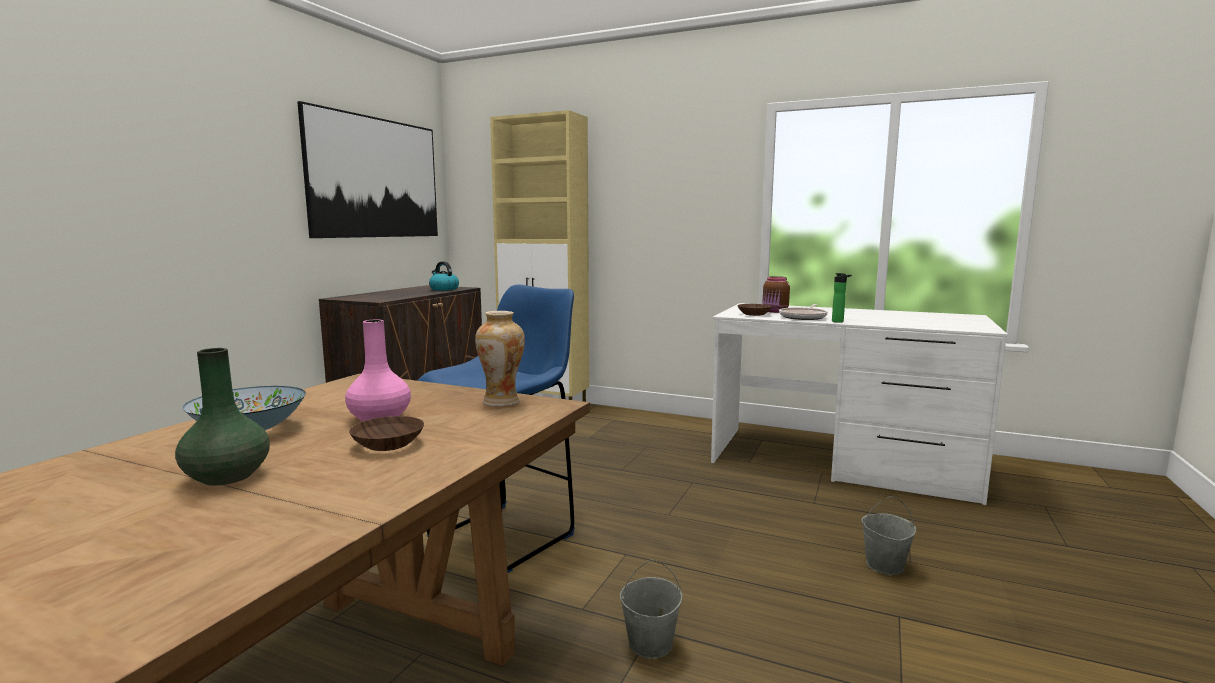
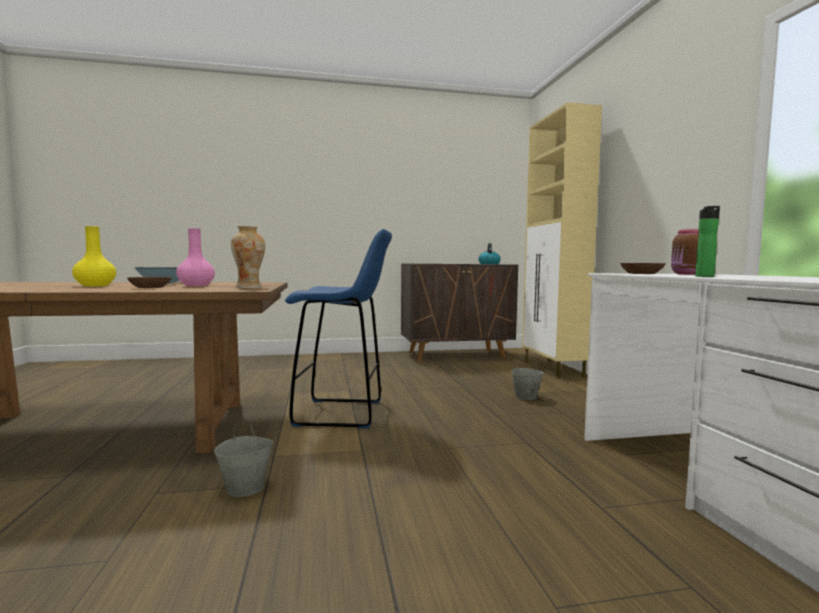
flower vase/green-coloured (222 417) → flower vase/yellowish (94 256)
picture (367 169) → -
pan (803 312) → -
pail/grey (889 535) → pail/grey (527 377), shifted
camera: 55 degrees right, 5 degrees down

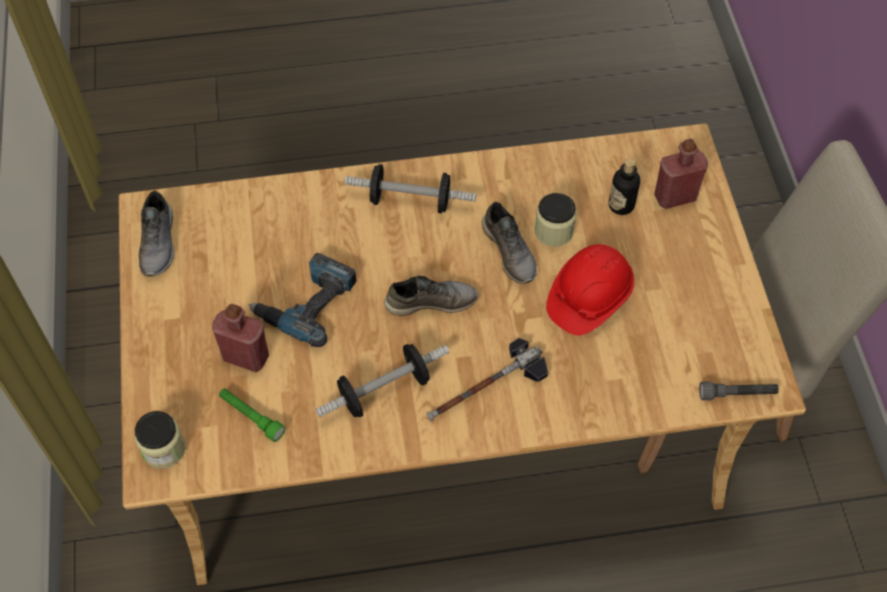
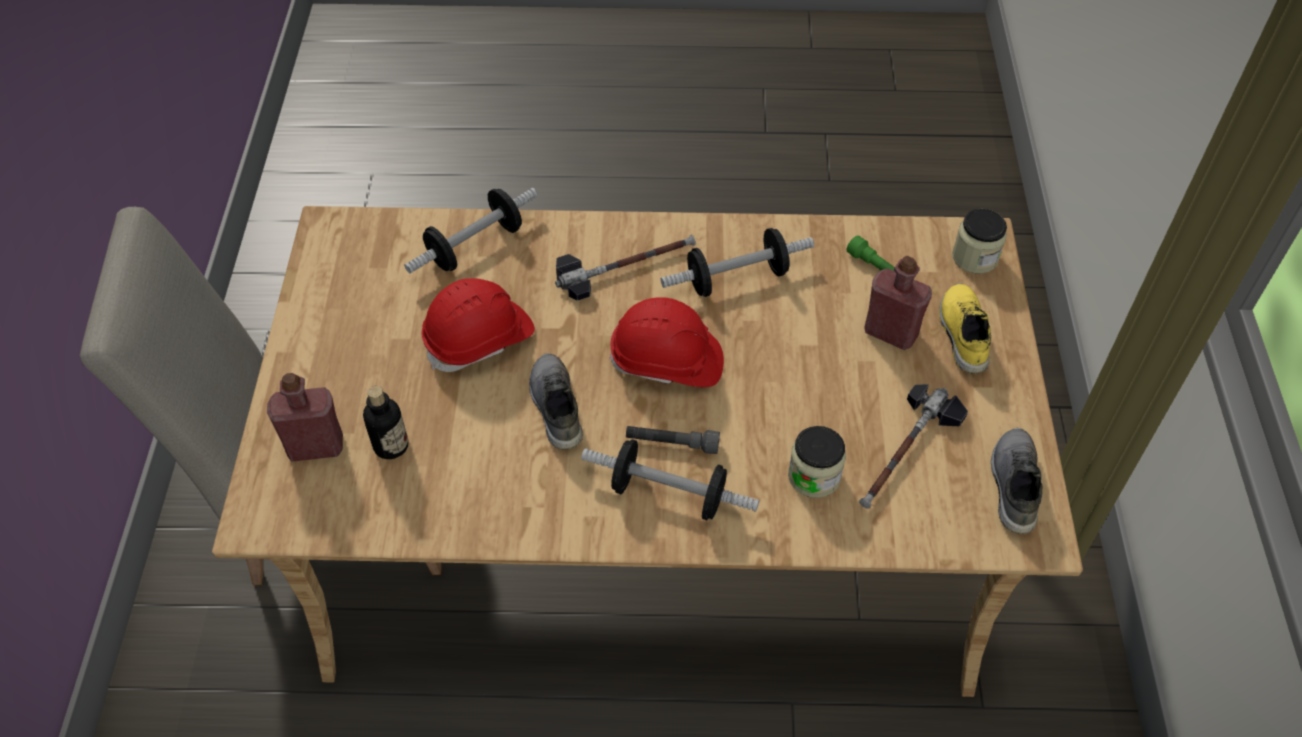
electric drill (302 299) → -
item of footwear/grey (431 296) → safety helmet/red-coloured (666 342)
jar (555 220) → jar (817 462), shifted
hand torch/grey (739 390) → hand torch/grey (673 440), shifted
- → dumbbell (471 231)
- → hammer (913 446)
- → item of footwear/yellowish (965 328)
camera: 170 degrees left, 5 degrees down

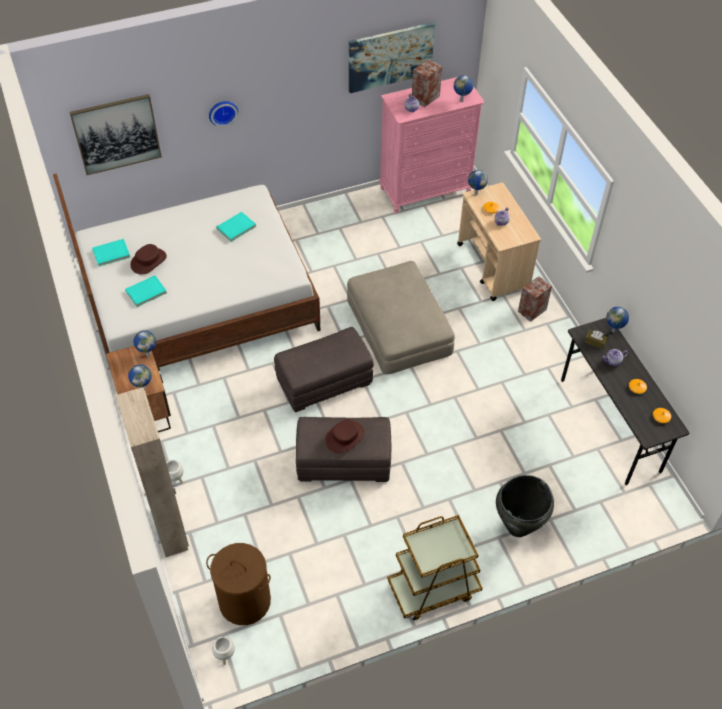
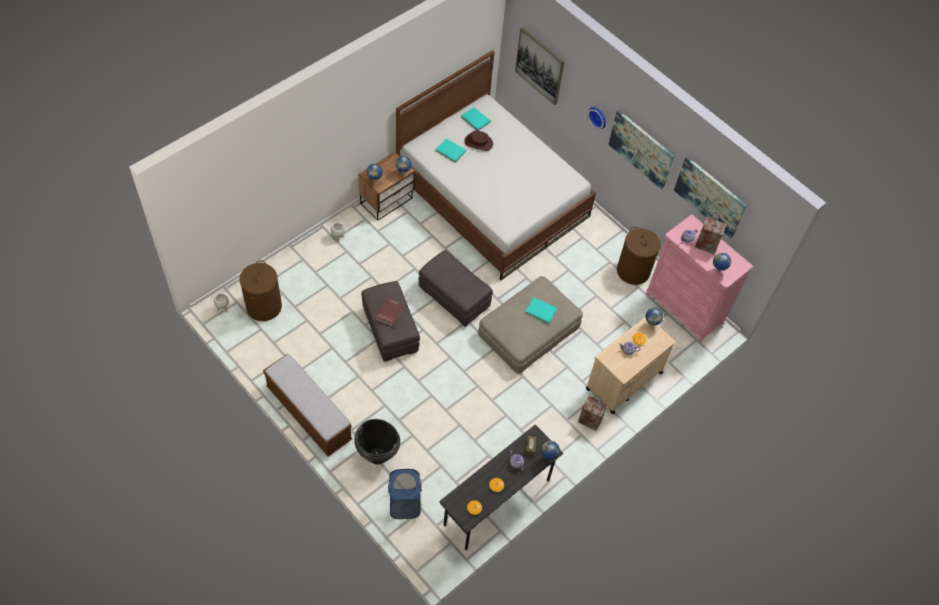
clothes cupboard/beige (152 472) → -
volume/turquoise (236 227) → volume/turquoise (541 310), shifted
wearable hat/brownish (345 436) → volume/red-coloured (390 312)
cart/brownish (434 567) → bench (307 405)
- → washing basket/blue (405 494)
- → picture (641 150)
- → washing basket/brownish (639 256)
camera: 65 degrees right, 5 degrees up

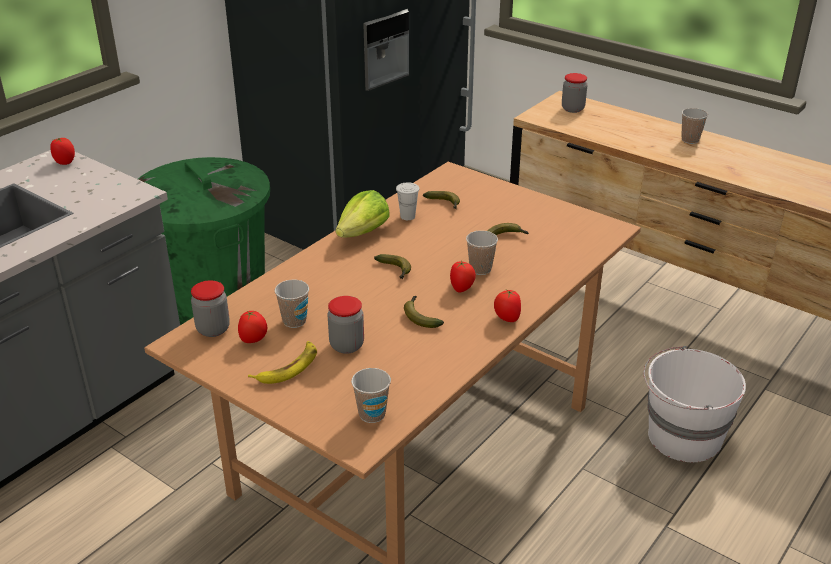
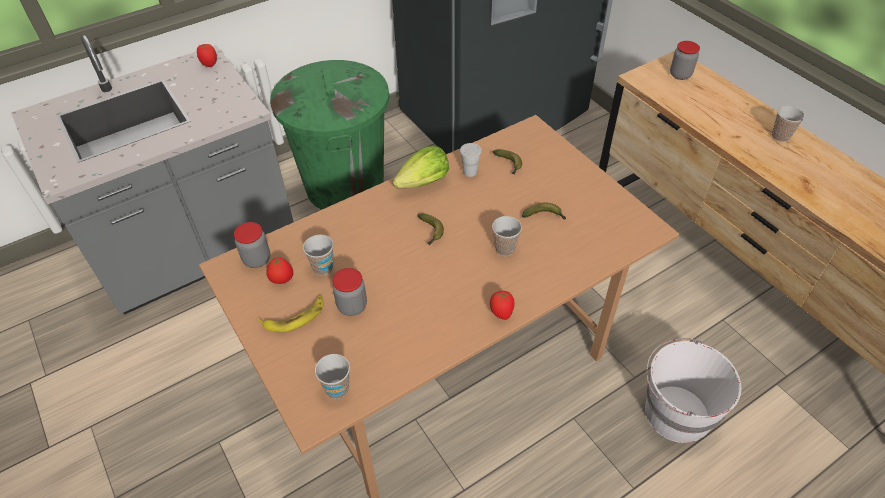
banana (424 312) → -
fresh tomato (463 277) → -
camera: 20 degrees right, 15 degrees up

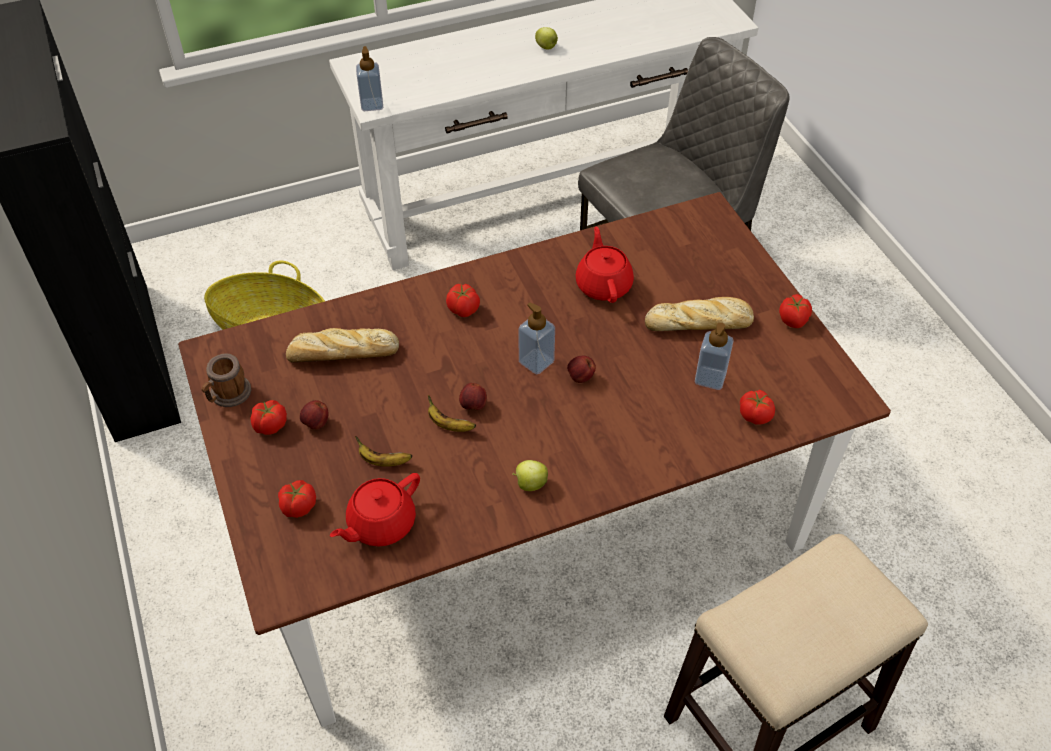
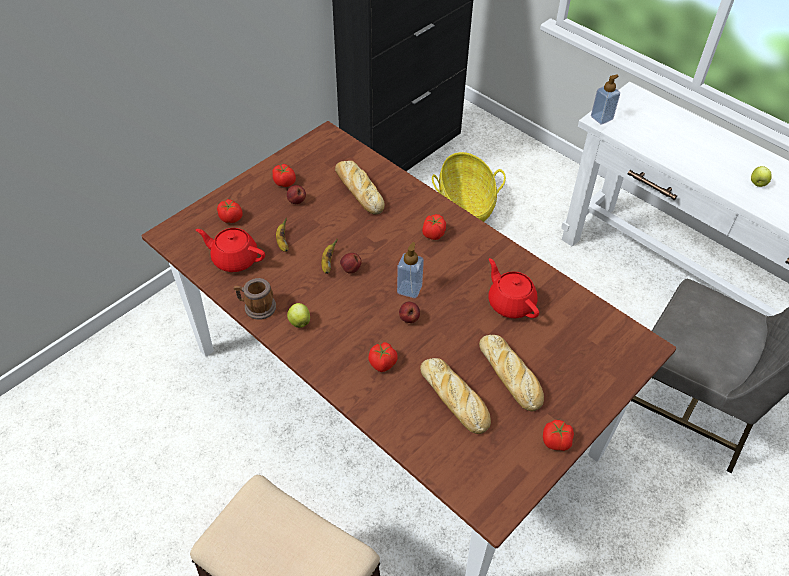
tea mug (226 380) → tea mug (255 299), shifted
teapot/red-coloured (605 265) → teapot/red-coloured (513 288), 90 degrees counterclockwise
soap dispenser (714 356) → bread (455 396)
fresh tomato (757 407) → fresh tomato (383 357), shifted
camera: 65 degrees right, 0 degrees up

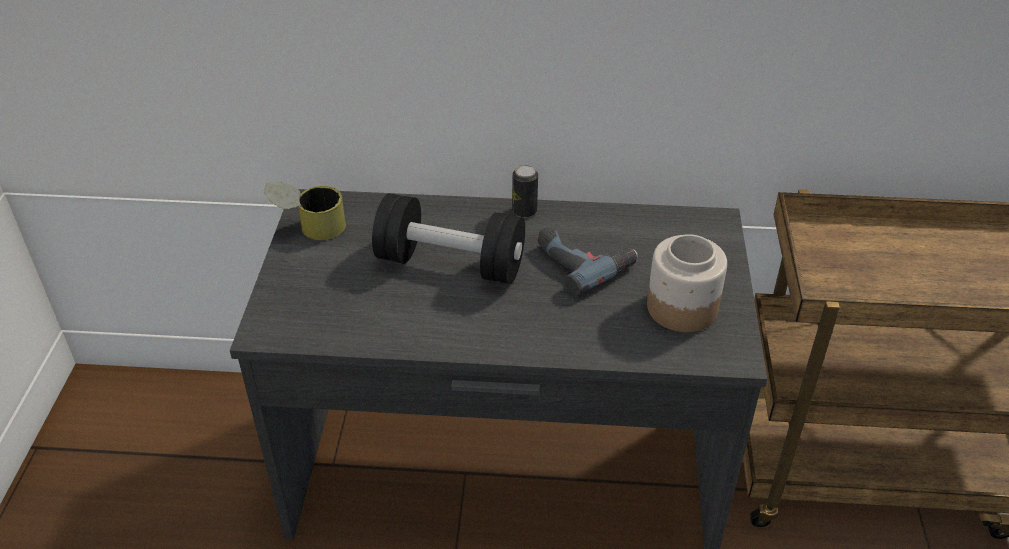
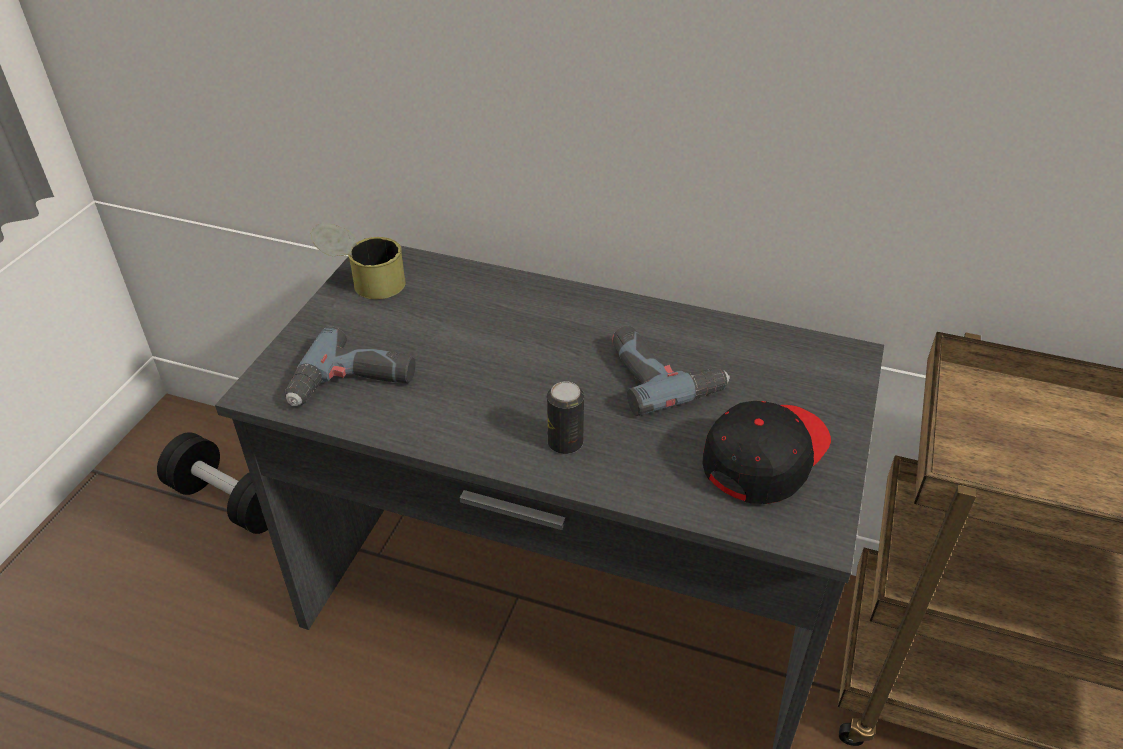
dumbbell/black-coloured (448 238) → dumbbell/black-coloured (212 483), shifted
metal can (525 191) → metal can (565 417), shifted
jar (687 283) → cap/black-coloured (766 452)
- → electric drill (350 366)
camera: 15 degrees right, 0 degrees up

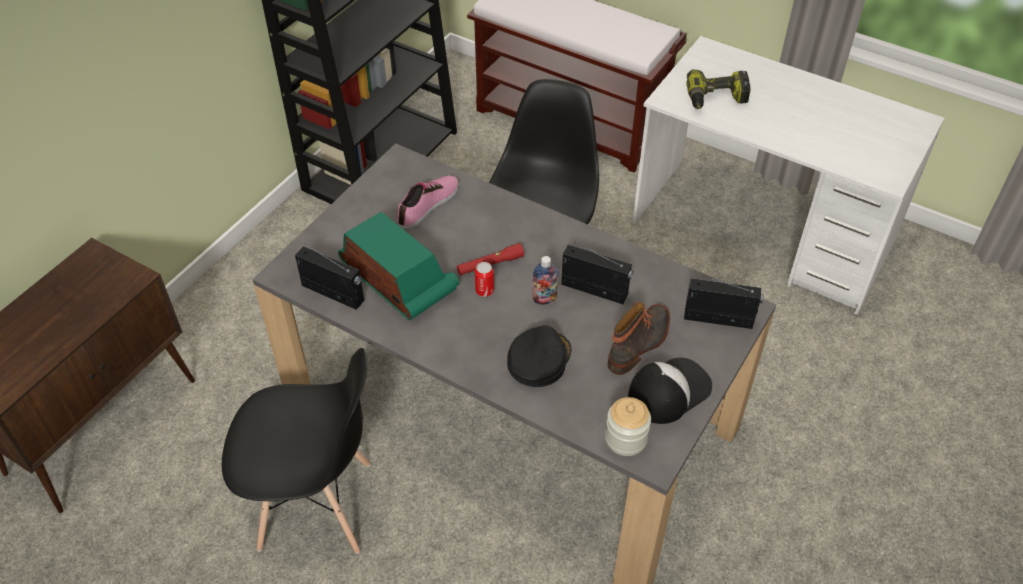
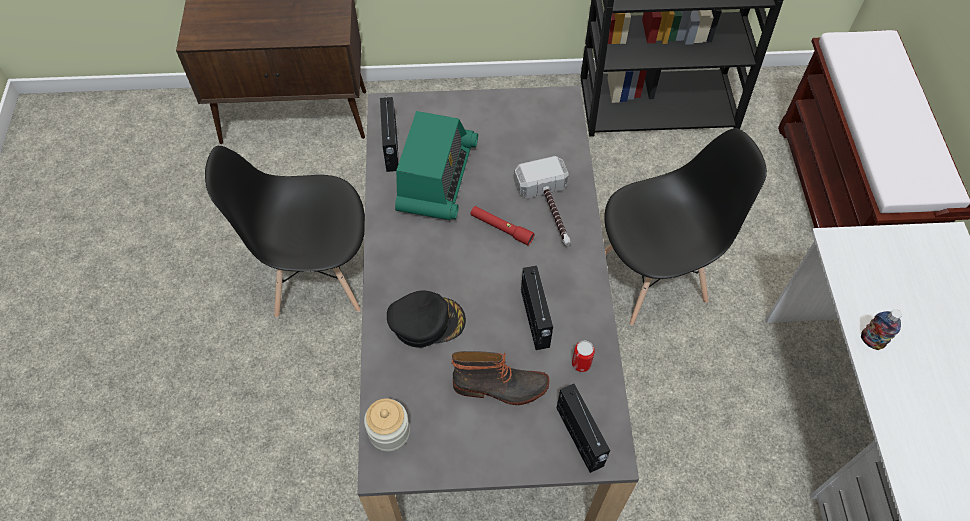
plain chair/black-coloured (296 451) → plain chair/black-coloured (285 232), 120 degrees clockwise
item of footwear (428 202) → -
metal can (484 279) → metal can (583 356), shifted
drink bottle (545 280) → drink bottle (881 329), shifted
cap (670 391) → -
electric drill (718 89) → -
- → hammer (542 201)
camera: 55 degrees right, 10 degrees up

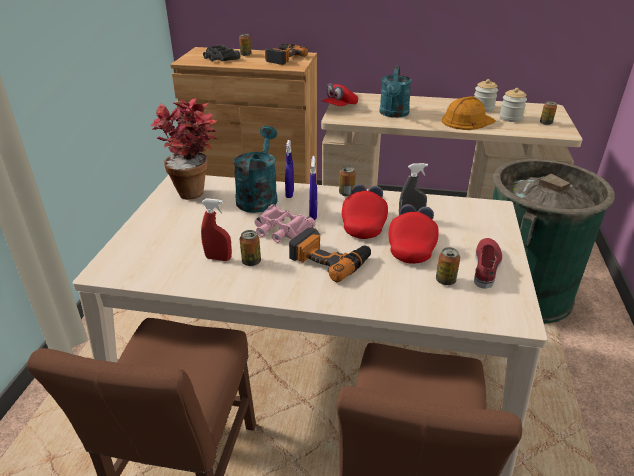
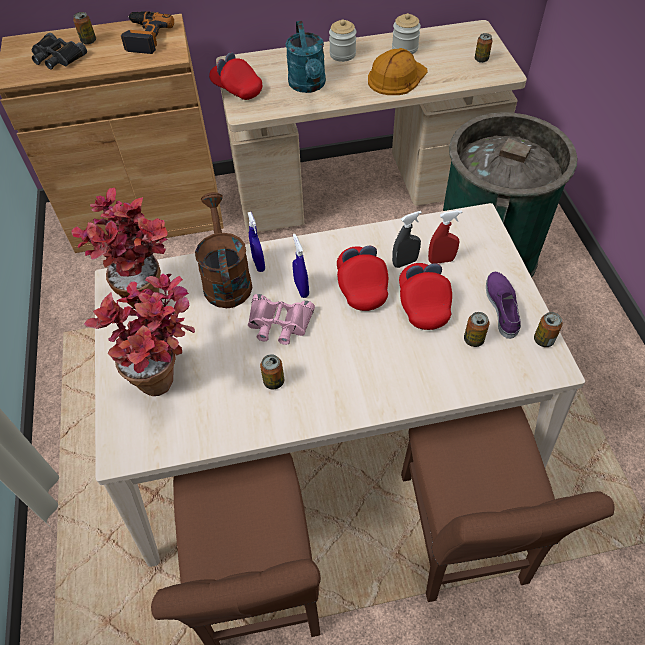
spray bottle/red-coloured (216 229) → spray bottle/red-coloured (445 237), shifted
watering can/turquoise (255 169) → watering can/brownish (224 250)
electric drill (330 255) → -
cap/red-coloured (339 94) → cap/red-coloured (235 76), 105 degrees clockwise
metal can (347 181) → metal can (548 329), shifted
item of footwear/red-coloured (488 263) → item of footwear/purple (503 305)
jar (513 105) → jar (342 40), shifted
- → potted plant (139 335)
camera: 20 degrees left, 20 degrees up

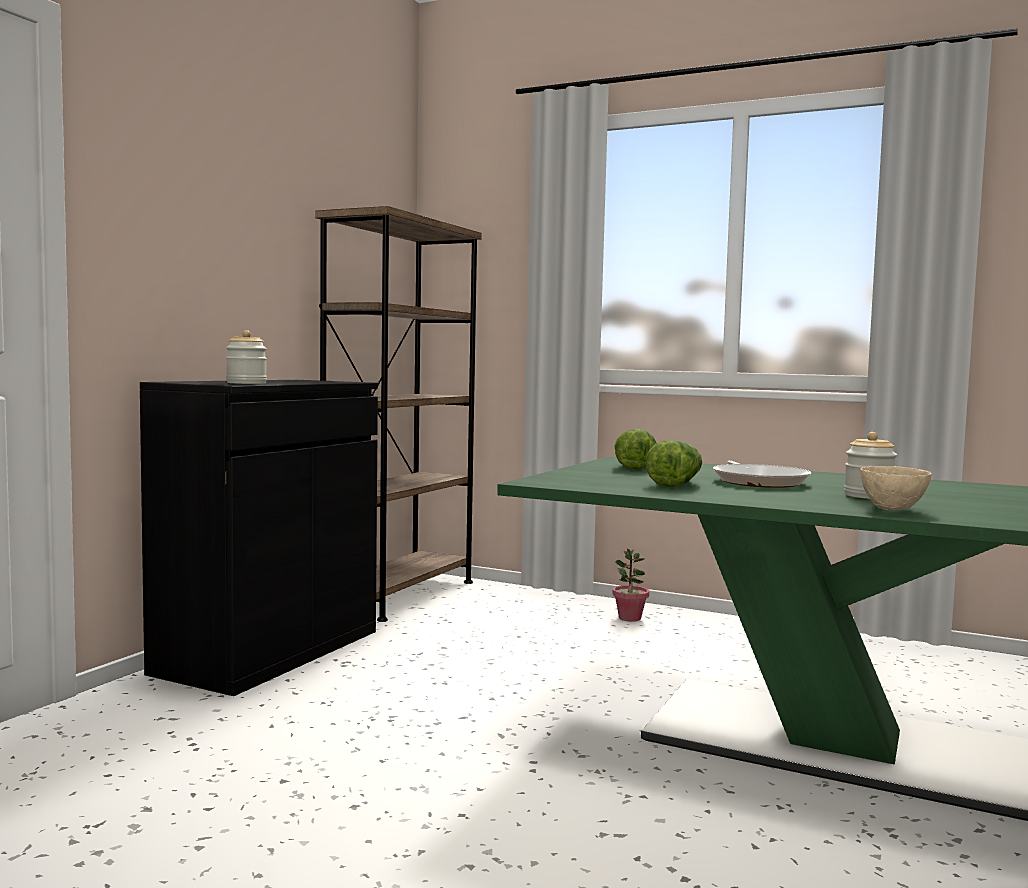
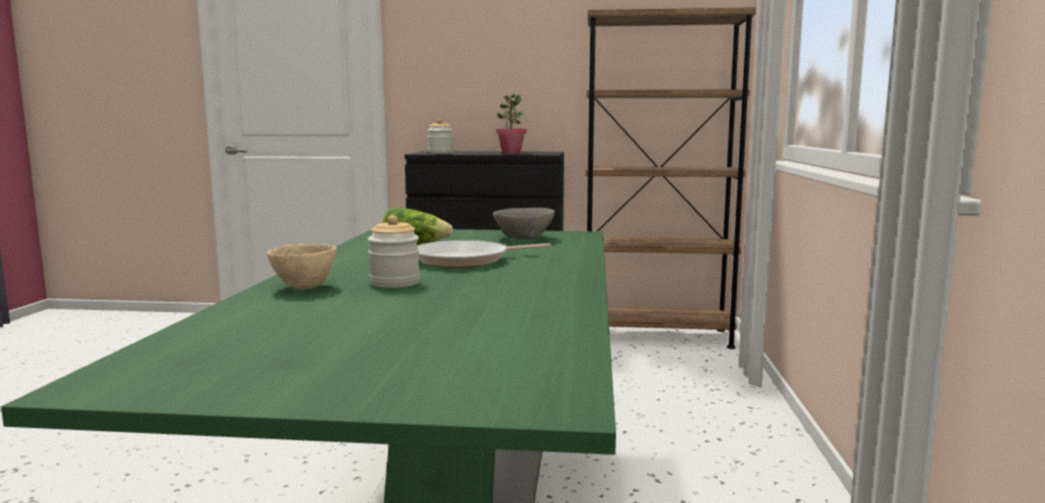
potted plant (630 585) → potted plant (511 124), shifted
head of lettuce (636 449) → serving bowl/grey (524 224)
camera: 70 degrees right, 5 degrees up

